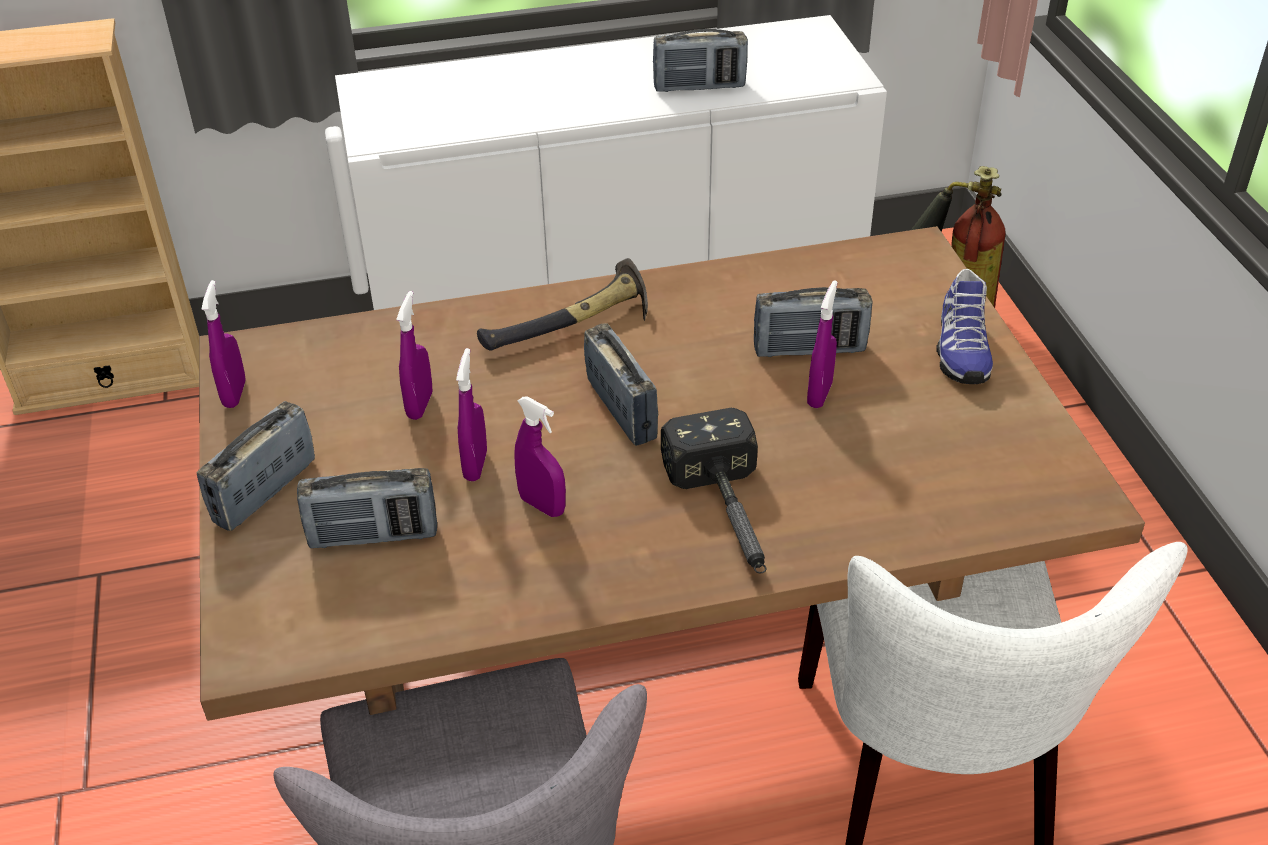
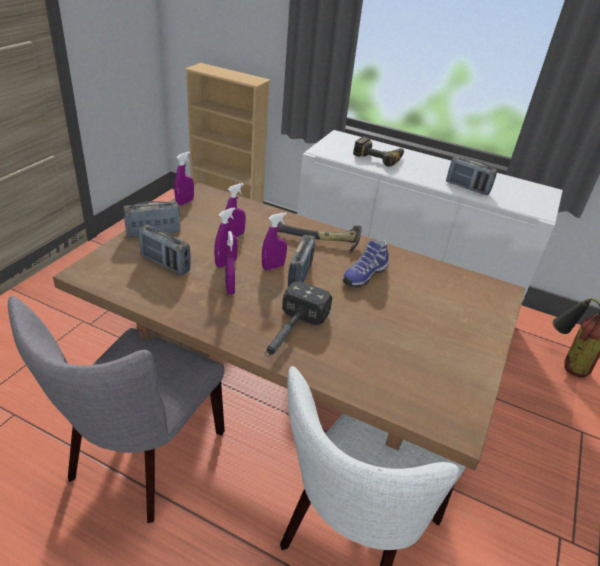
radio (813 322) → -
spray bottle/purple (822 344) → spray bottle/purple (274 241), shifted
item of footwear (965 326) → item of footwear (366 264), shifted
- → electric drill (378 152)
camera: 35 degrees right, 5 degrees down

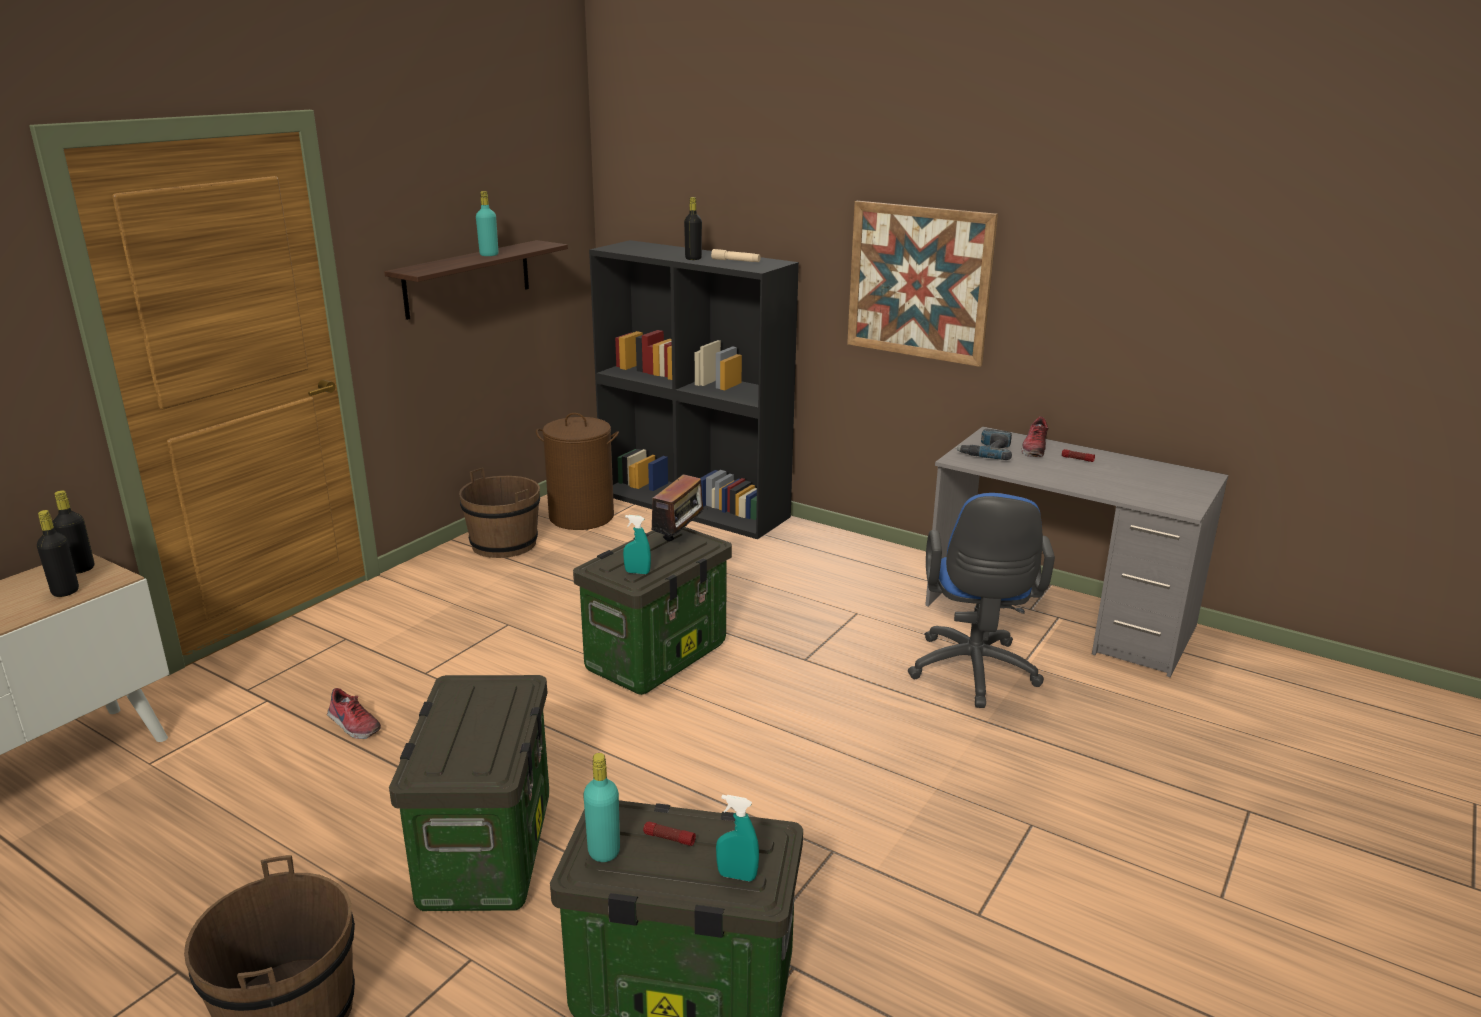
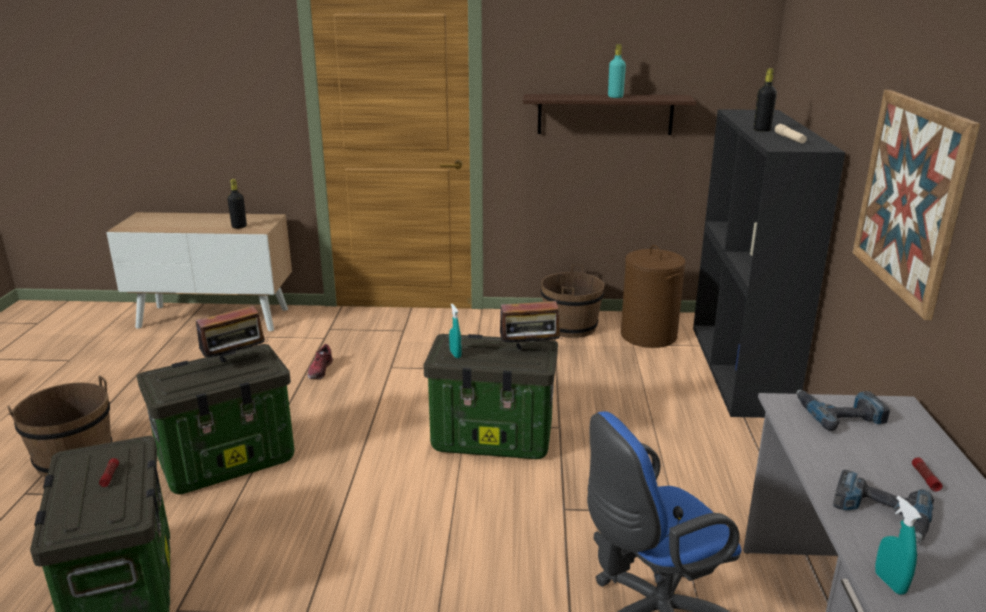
drink bottle/black-coloured (73 532) → -
drink bottle/turquoise (601 807) → -
spray bottle/turquoise (737 838) → spray bottle/turquoise (898 545), shifted
item of footwear (1035 436) → -
- → radio (229 335)
- → electric drill (883 506)
camera: 60 degrees right, 0 degrees up

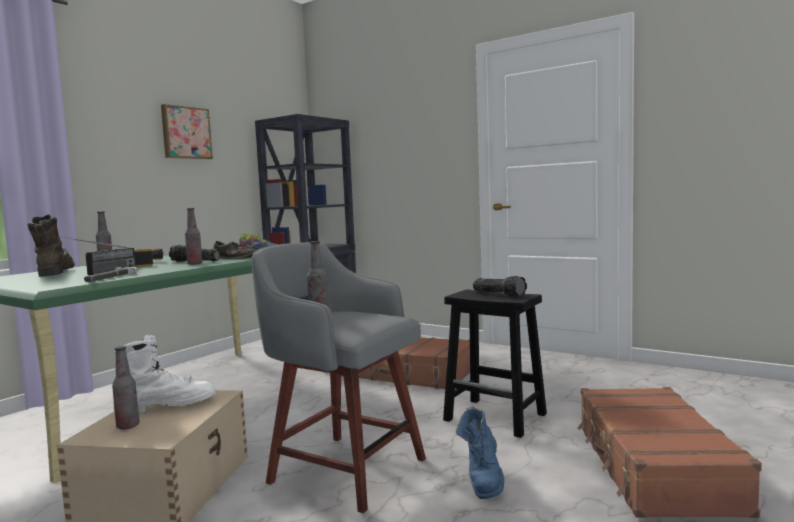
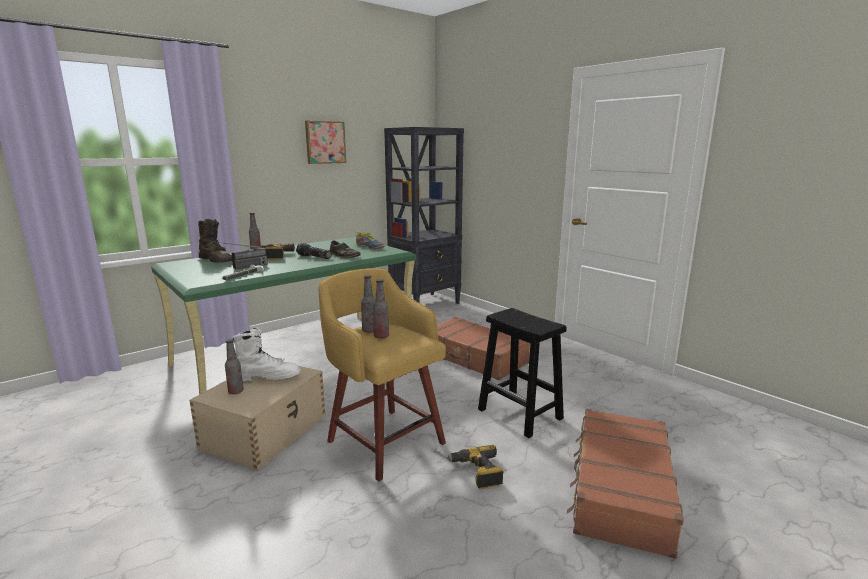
boot/brownish (51 245) → boot/brownish (215 241), 135 degrees clockwise
drink bottle (194 236) → drink bottle (381 309), shifted
sitting stool/grey (339 377) → sitting stool/yellowish (382 375)
boot/blue (480 452) → electric drill (475 467)
hand torch (500 286) → -
camera: 15 degrees right, 10 degrees up

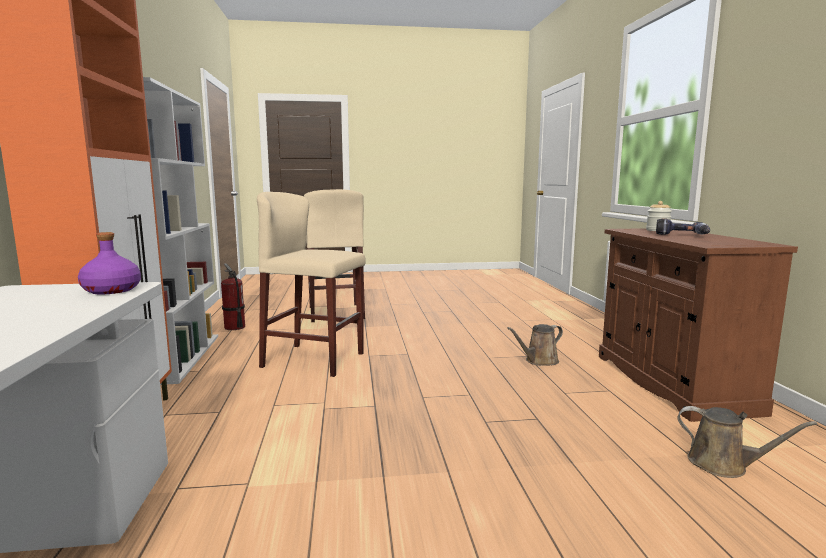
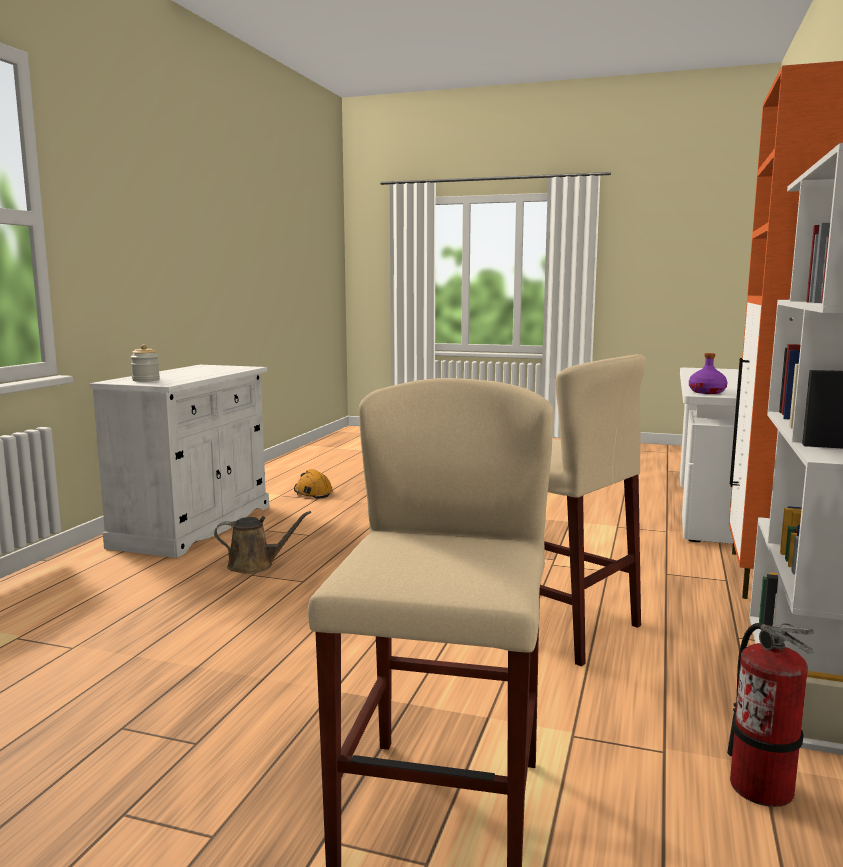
cupboard/brownish (698 325) → cupboard/white (179 461)
electric drill (683 226) → -
watering can/brownish (747 442) → safety helmet/orange (313 484)
camera: 155 degrees left, 0 degrees up

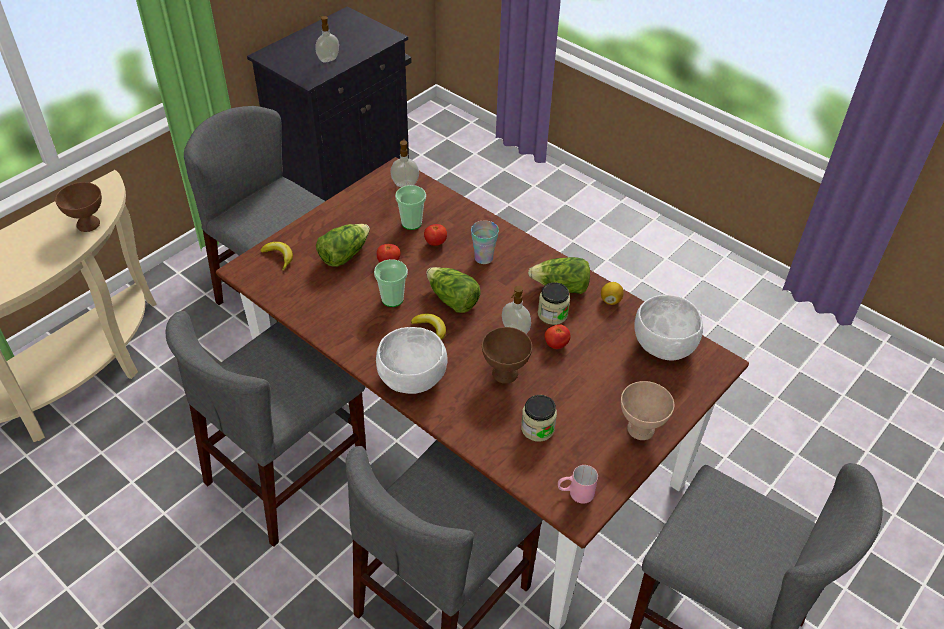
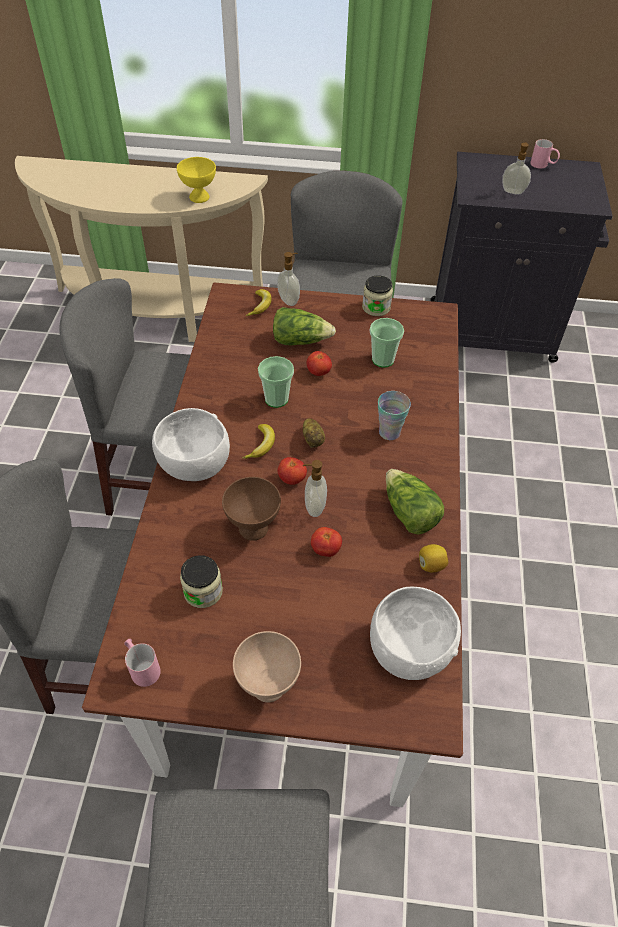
serving bowl/brownish (78 207) → serving bowl/yellowish (196 180)
soap dispenser (404 163) → soap dispenser (288 279), shifted
fresh tomato (435 235) → fresh tomato (292 471), shifted
head of lettuce (453 290) → potato (314 433)
jar (554 303) → jar (377 295), shifted
- → tea mug/pink-coloured (545 154)
camera: 55 degrees right, 5 degrees up

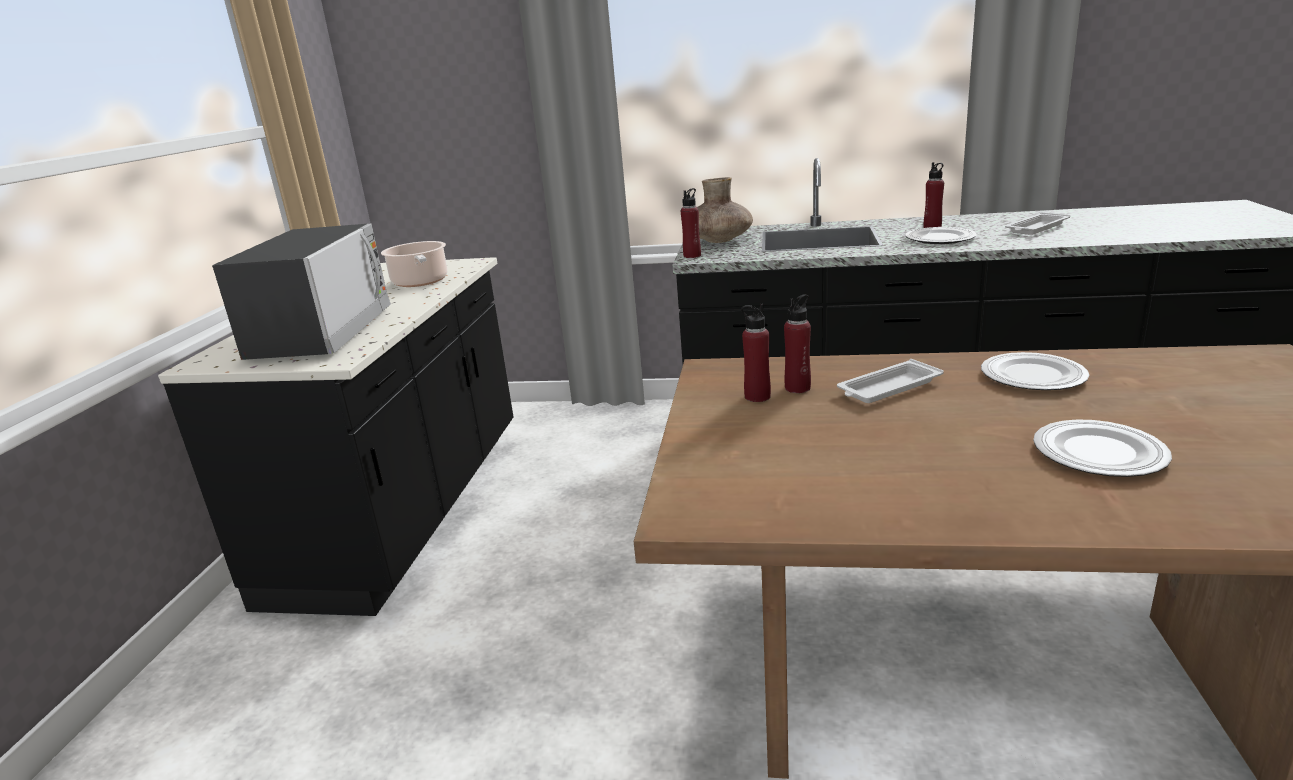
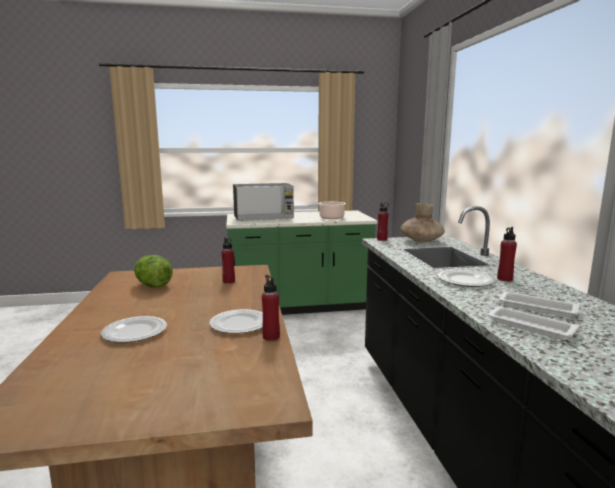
counter/black-coloured (336 436) → counter/green-coloured (302 262)
drink bottle/red-coloured (756 353) → drink bottle/red-coloured (271 308), shifted
tray/white (890 381) → tray/white (533 323), shifted
- → head of lettuce (153 271)
camera: 70 degrees right, 10 degrees down

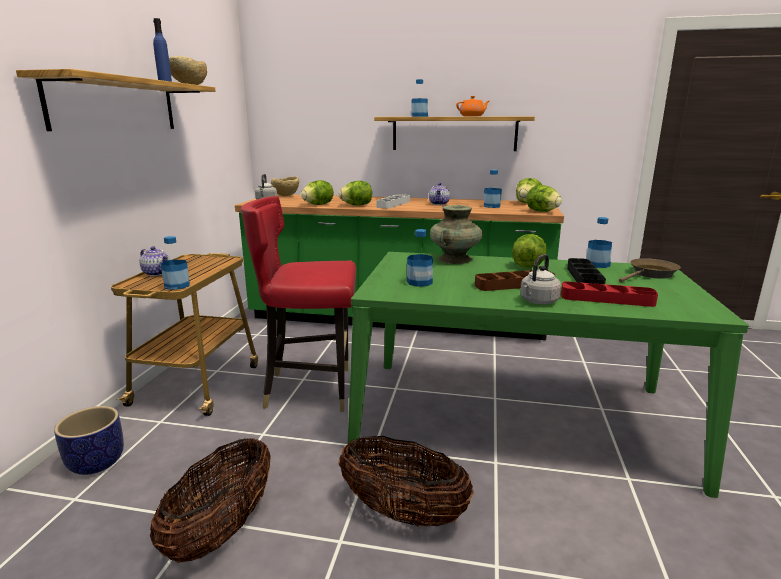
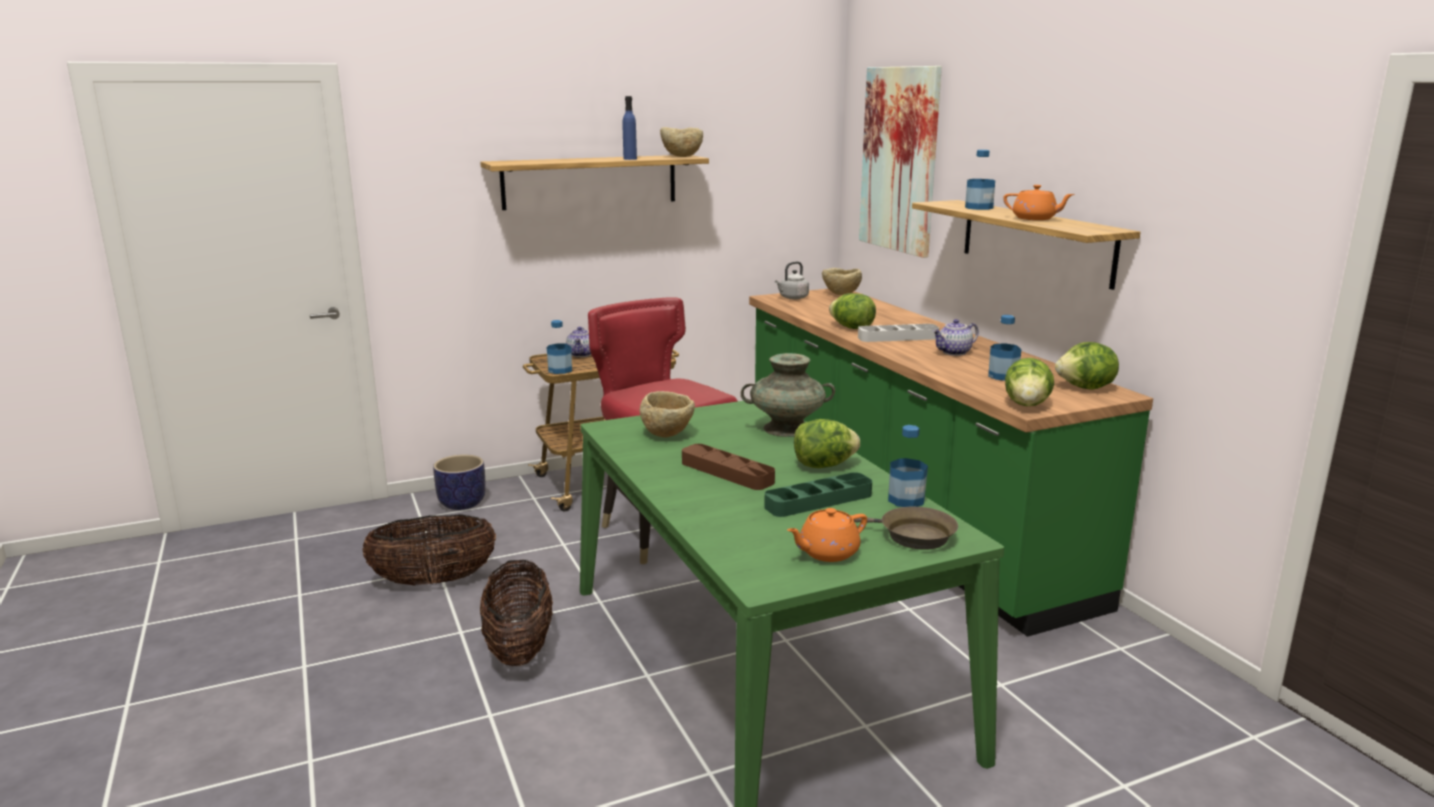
head of lettuce (317 192) → -
drink bottle (420 258) → serving bowl/beige (667 414)
water kettle/grey (541 279) → -
tray/red-coloured (609 294) → -
tray/black-coloured (586 271) → tray/green-coloured (818 494)
- → teapot/orange (827 535)
- → picture (900 162)
camera: 55 degrees right, 0 degrees up

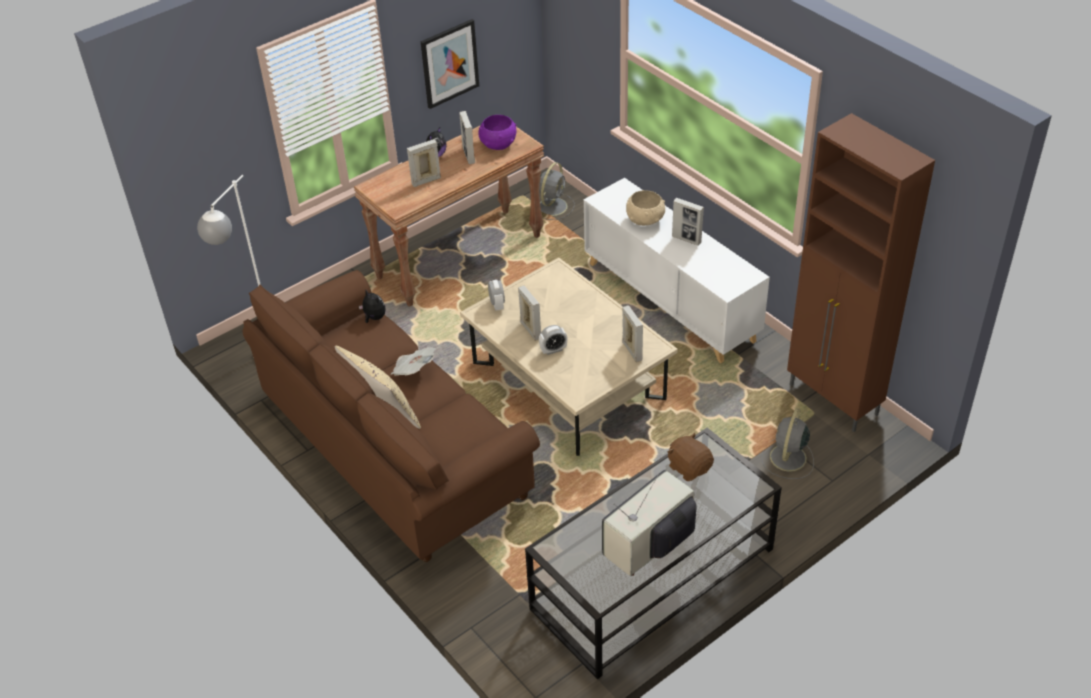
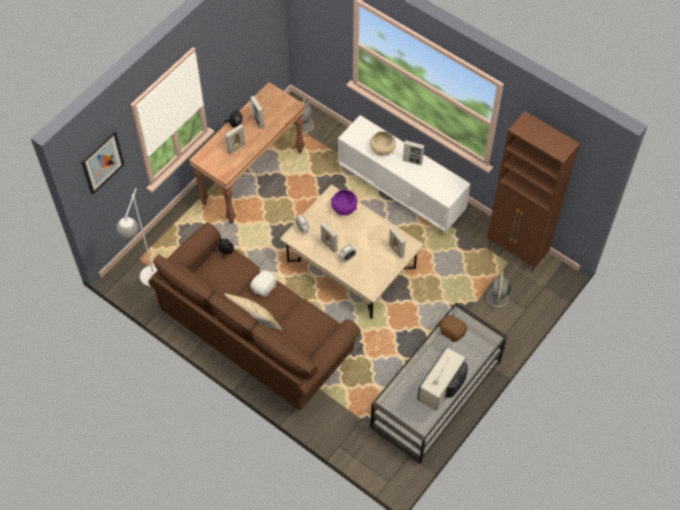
daily paper (413 361) → plush toy/white (263 283)
picture (450 64) → picture (103 162), shifted
serving bowl/purple (497 132) → serving bowl/purple (344 202), shifted
camera: 15 degrees left, 15 degrees up

